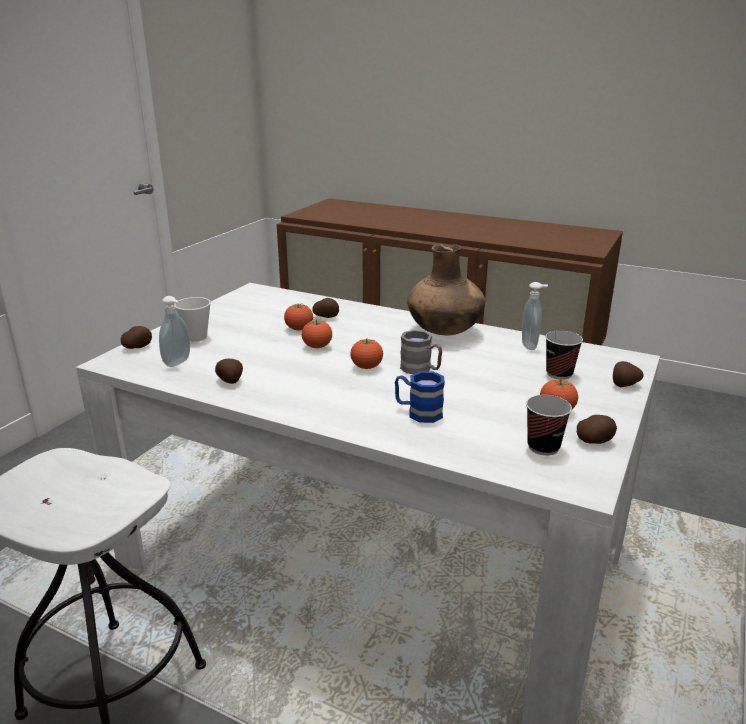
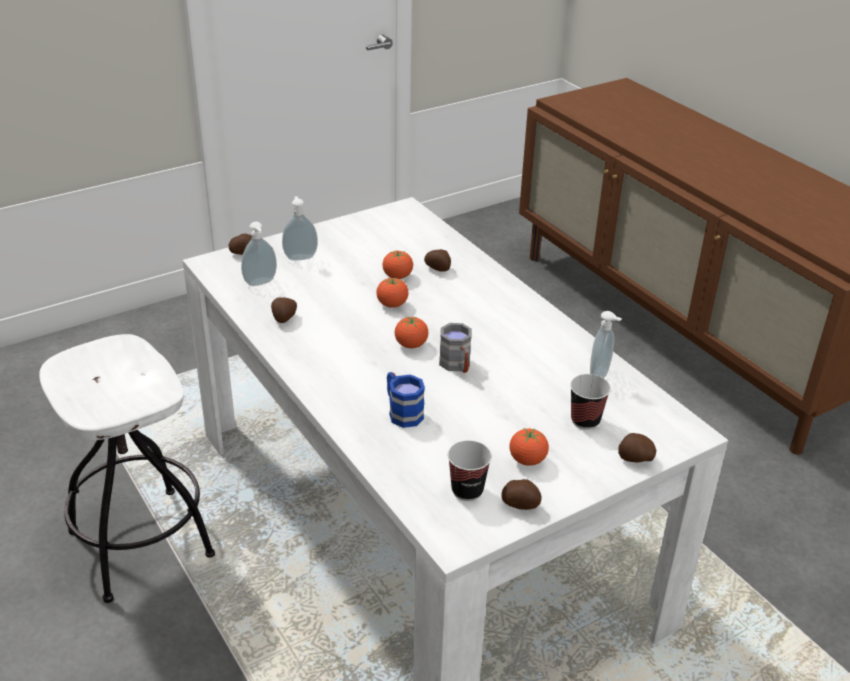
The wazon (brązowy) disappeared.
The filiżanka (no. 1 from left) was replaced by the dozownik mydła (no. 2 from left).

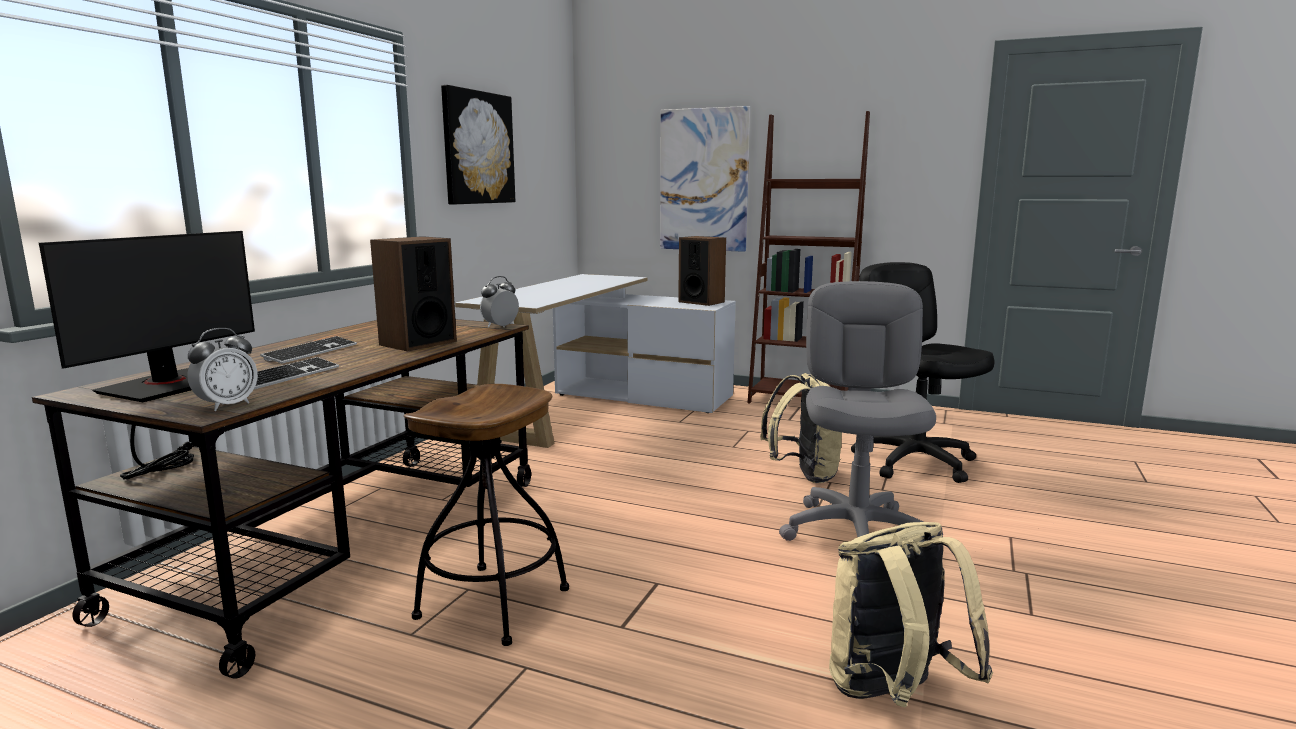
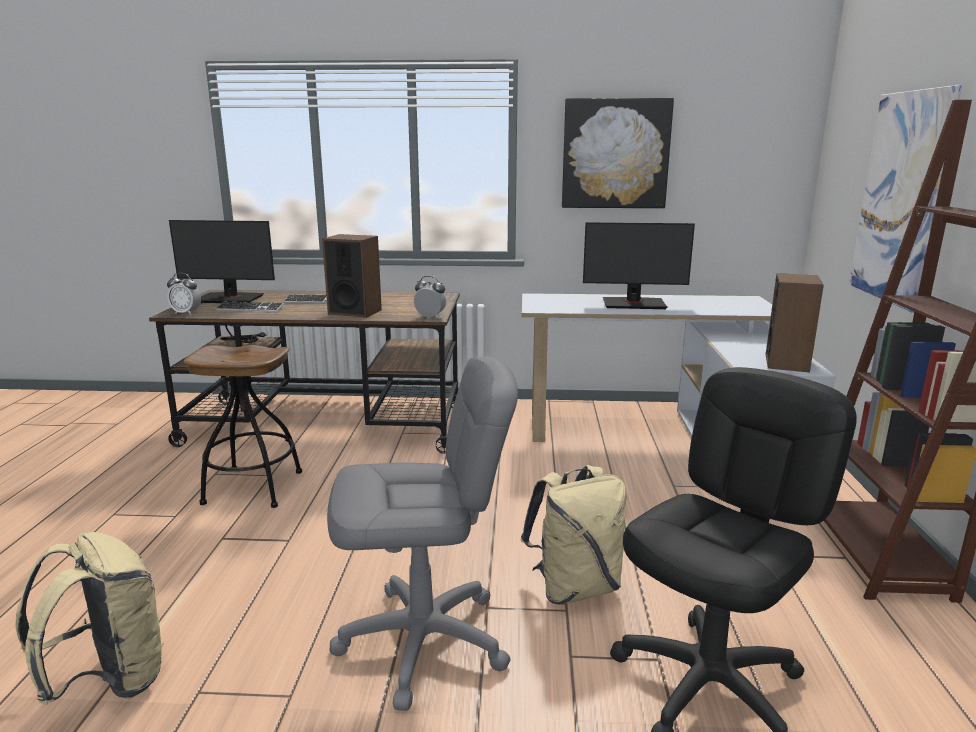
The monitor (no. 2 from left) appeared.

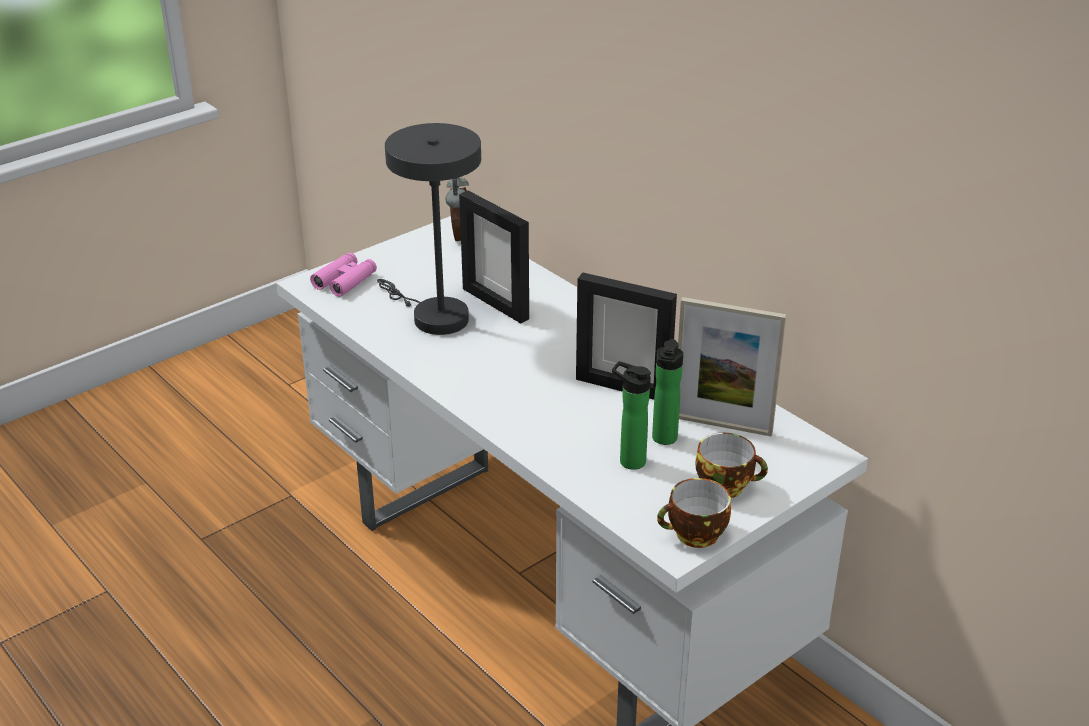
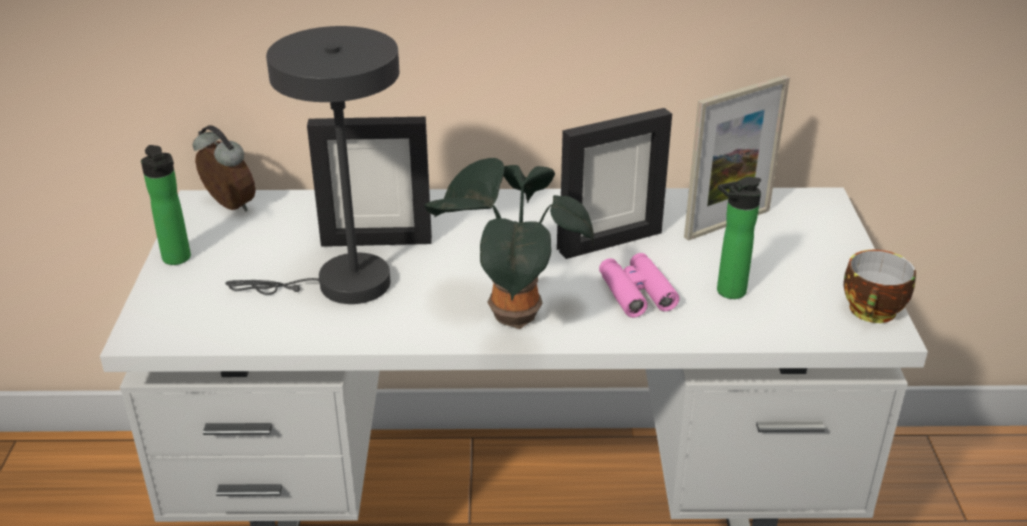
The filiżanka (no. 2 from left) disappeared.
The roślina doniczkowa appeared.
The lornetka (różowy) moved.
The butelka (no. 2 from left in the first image) moved.

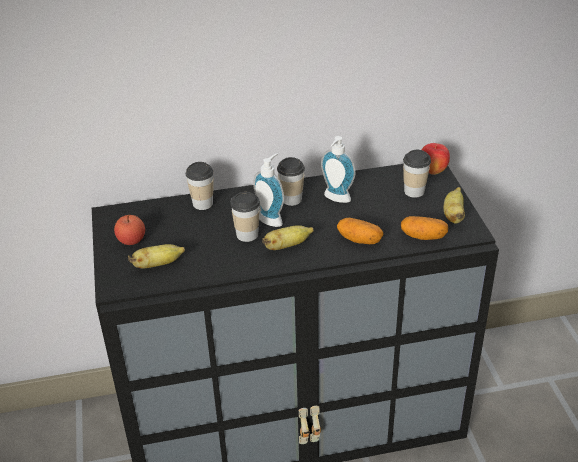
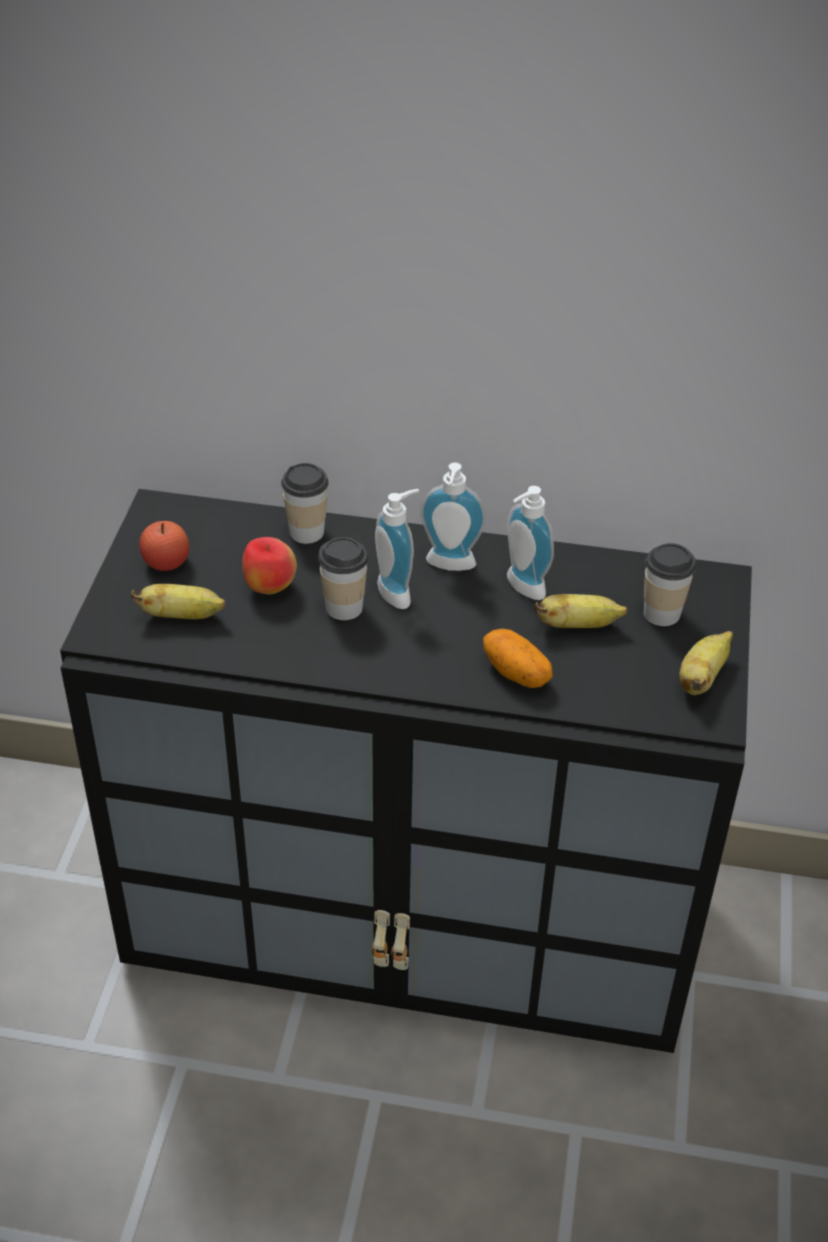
The ziemniak (no. 2 from left) disappeared.
The banan (no. 2 from left) moved.
The jabłko (no. 2 from left) moved.
The filiżanka (no. 3 from left) was replaced by the dozownik mydła (no. 2 from left).

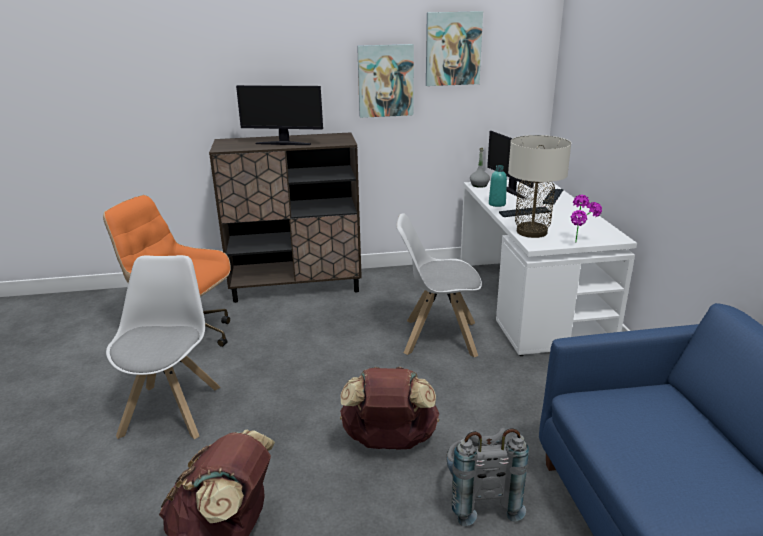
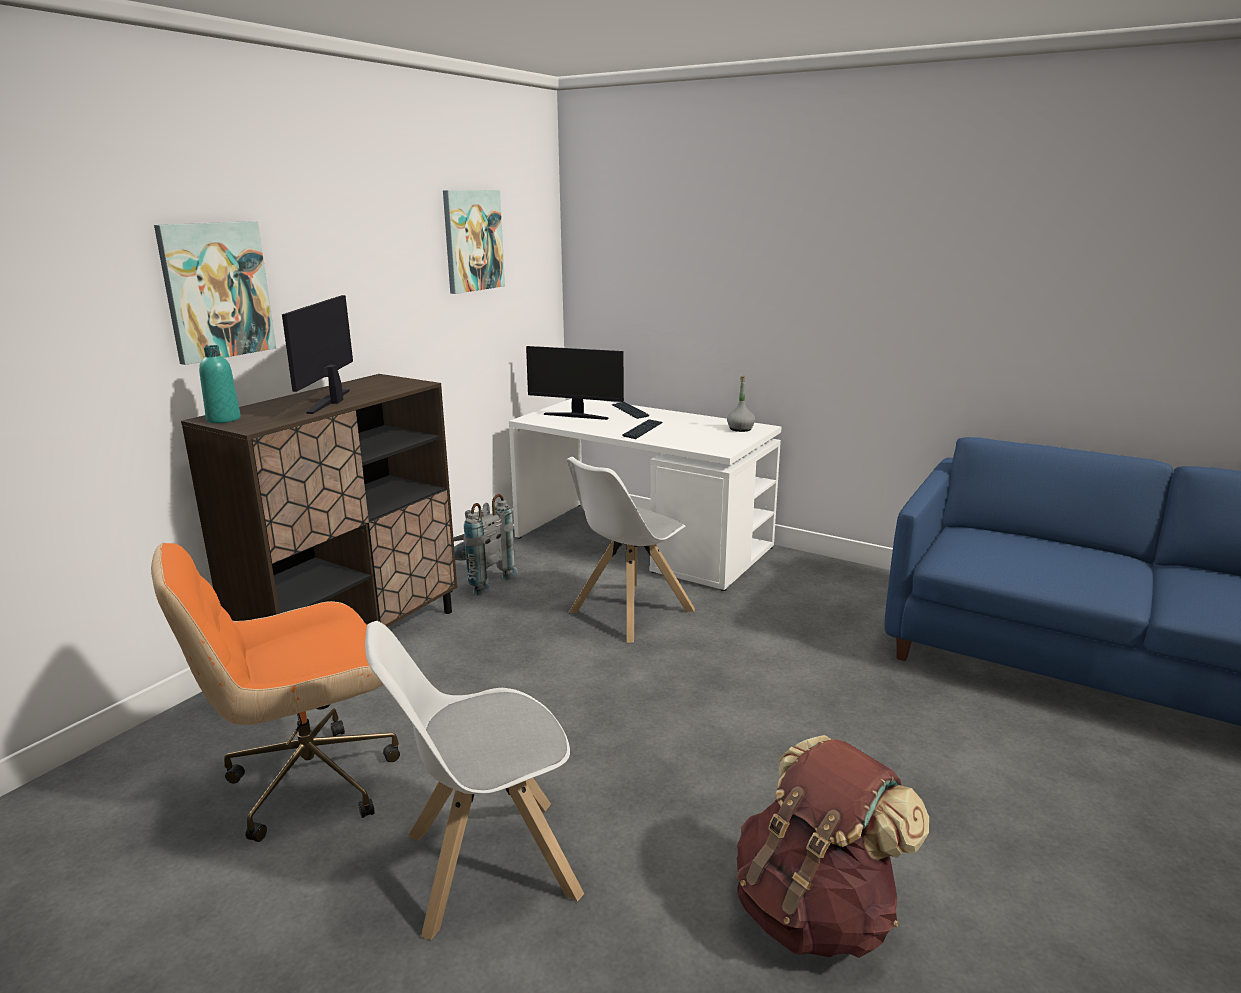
The plecak (brązowy) (no. 2 from left) disappeared.
The lampa stołowa disappeared.
The roślina doniczkowa disappeared.
The obraz (no. 1 from left) moved.
The plecak (szary) moved.
The butelka (szary) moved.
The butelka (turkusowy) moved.
The krzesło (no. 1 from left) turned 60 degrees counterclockwise.
The monitor (no. 1 from left) turned 135 degrees clockwise.

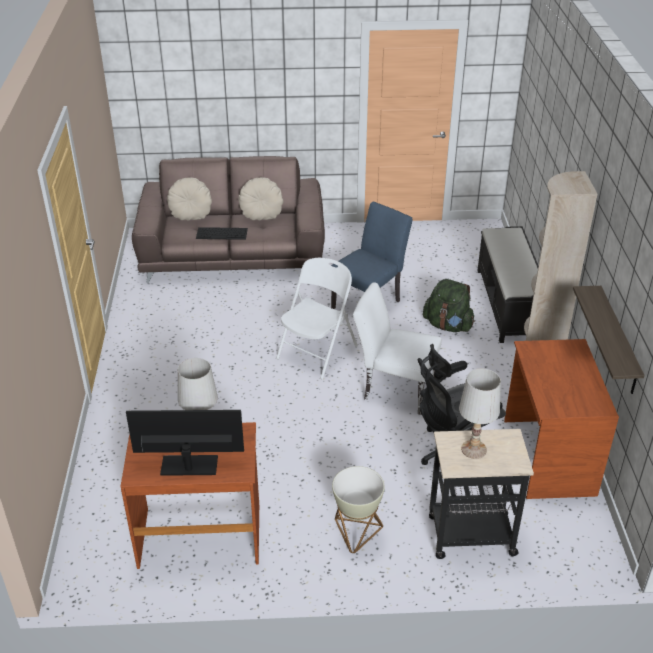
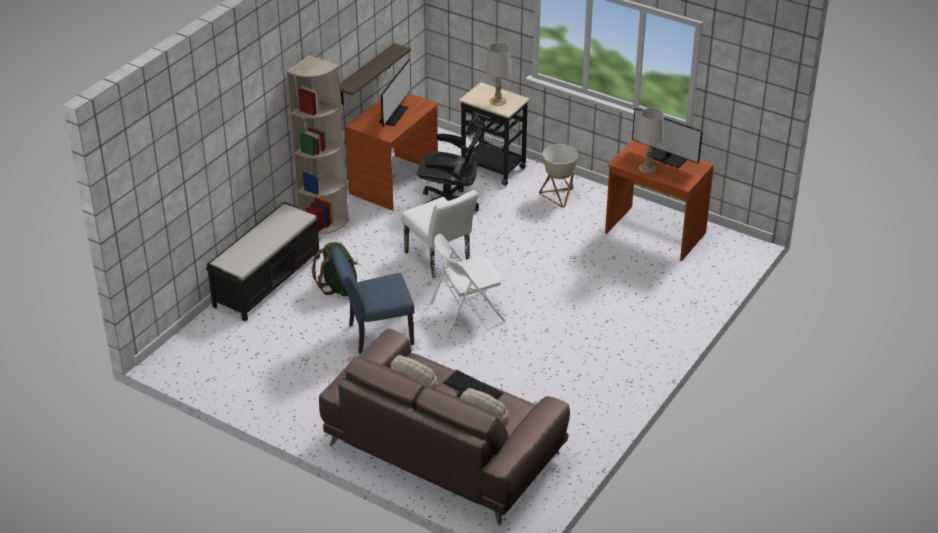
The monitor (no. 1 from left) appeared.

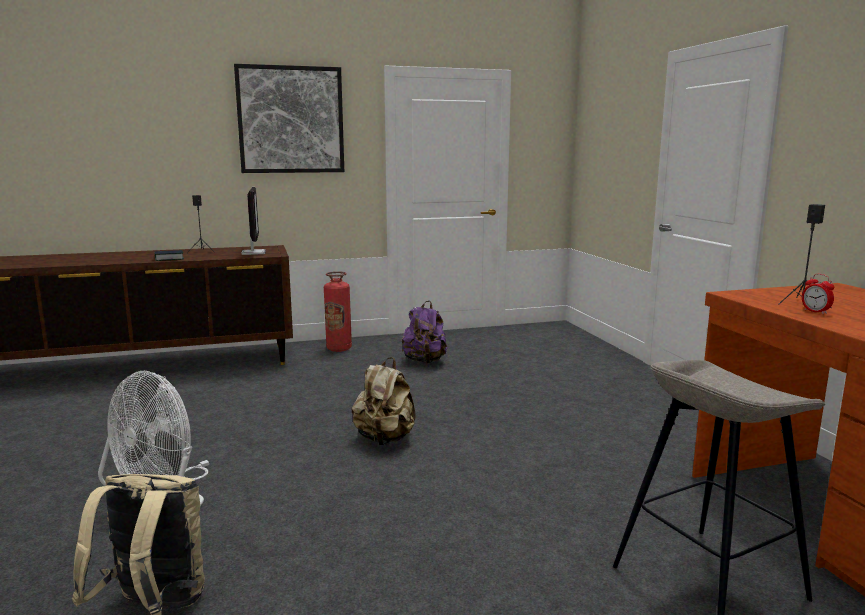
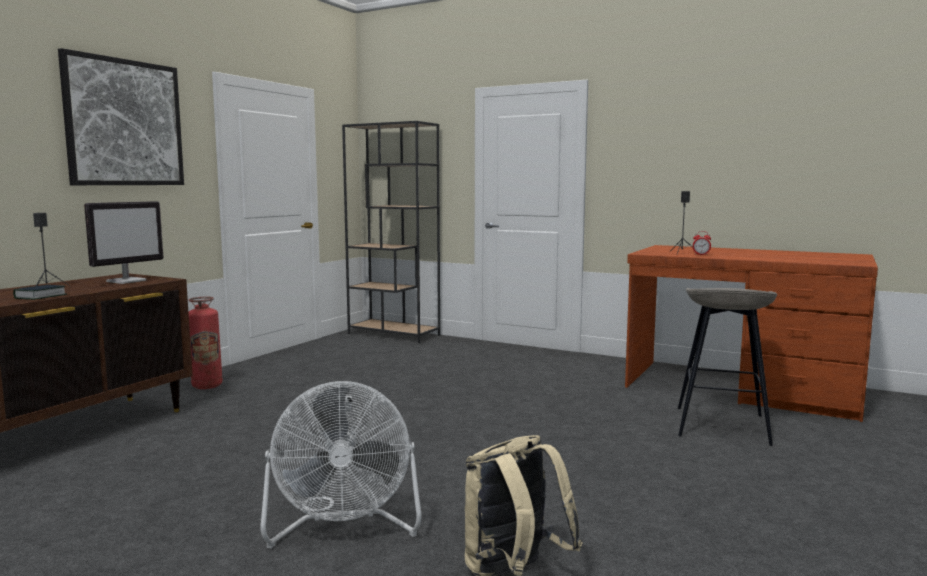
The plecak (beżowy) (no. 2 from left) disappeared.
The plecak (fioletowy) disappeared.
The regał appeared.
The monitor turned 90 degrees clockwise.

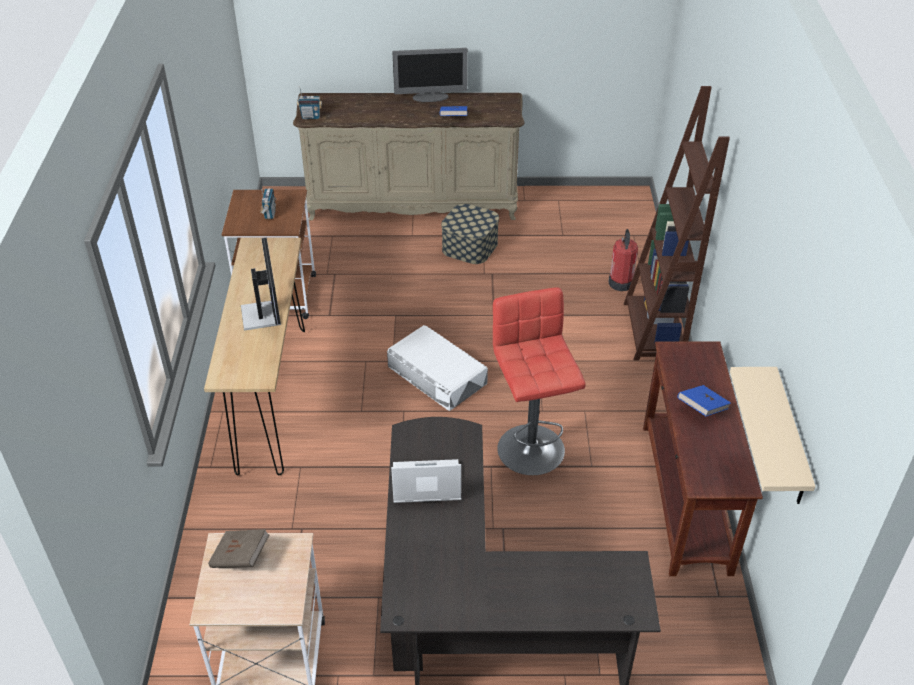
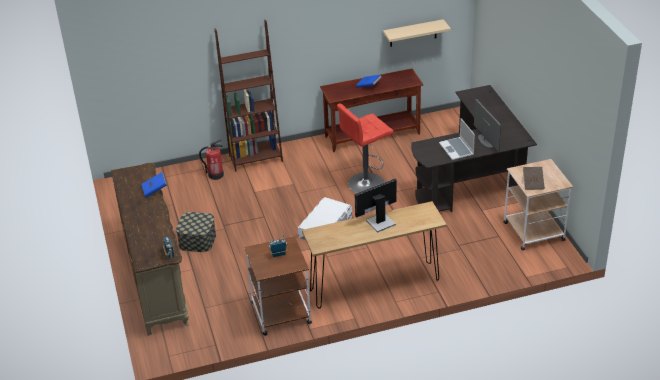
The monitor (no. 2 from left) moved.

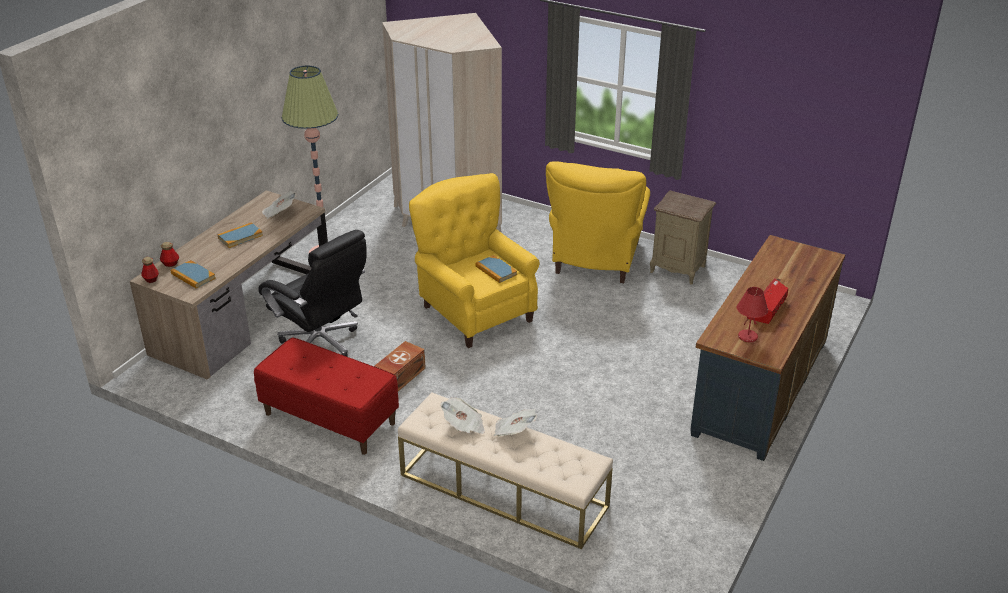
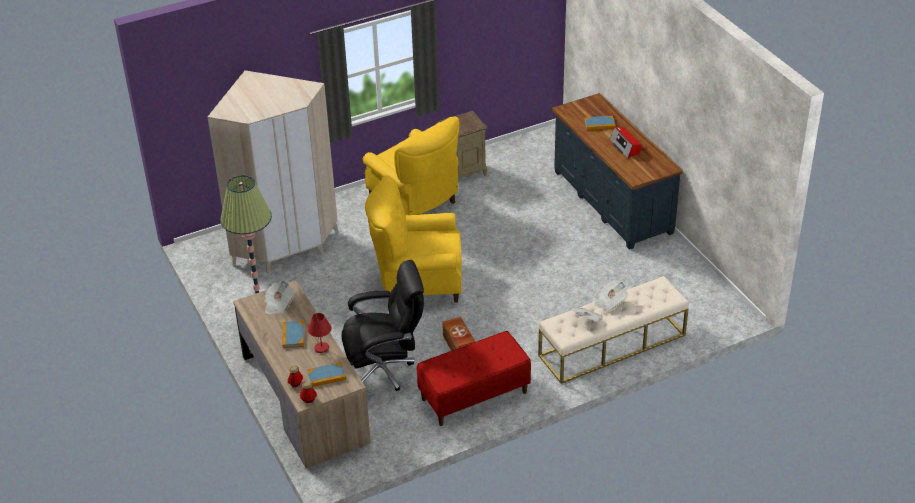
The książka (no. 3 from left) moved.
The lampa stołowa (czerwony) moved.

